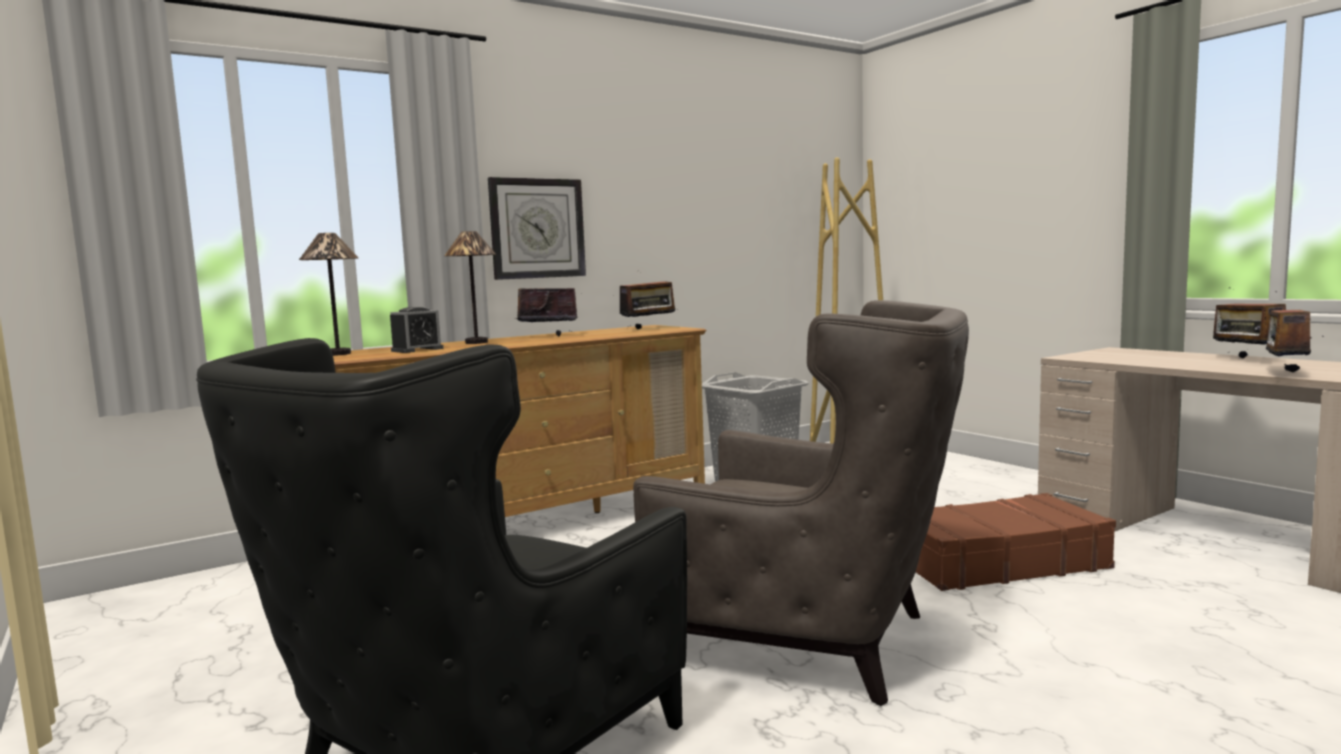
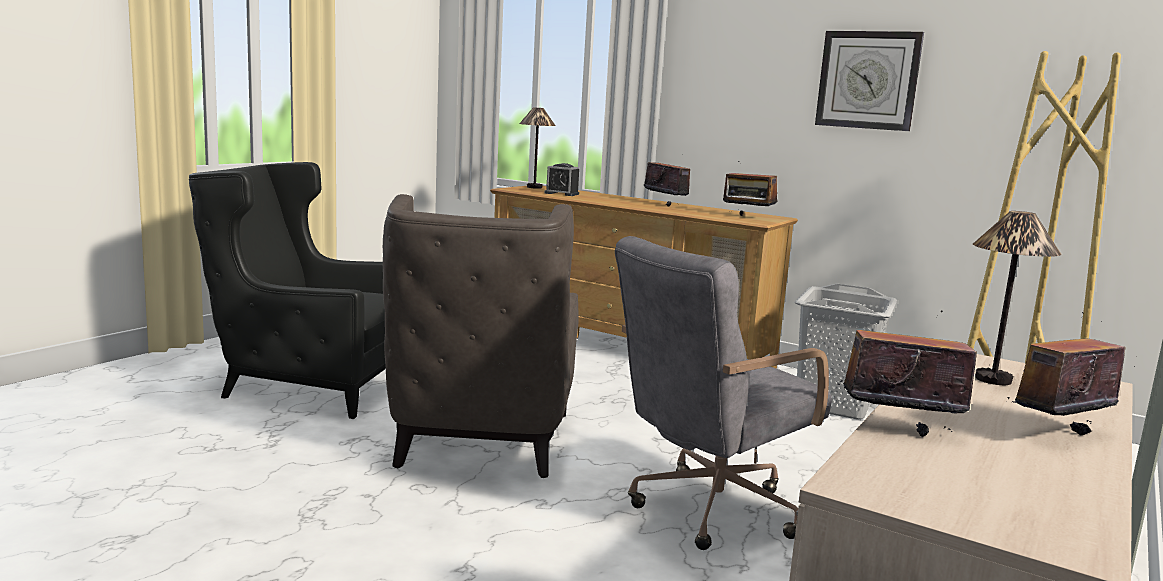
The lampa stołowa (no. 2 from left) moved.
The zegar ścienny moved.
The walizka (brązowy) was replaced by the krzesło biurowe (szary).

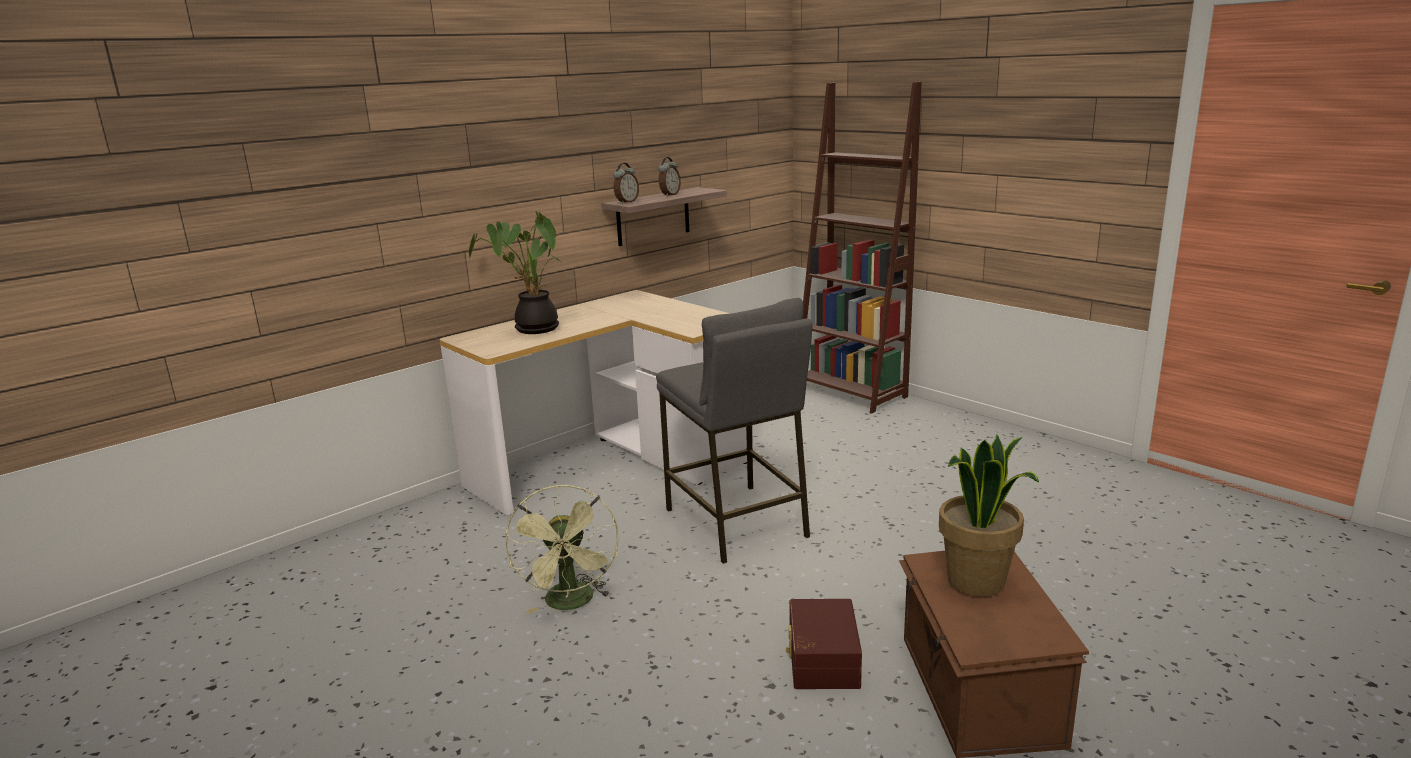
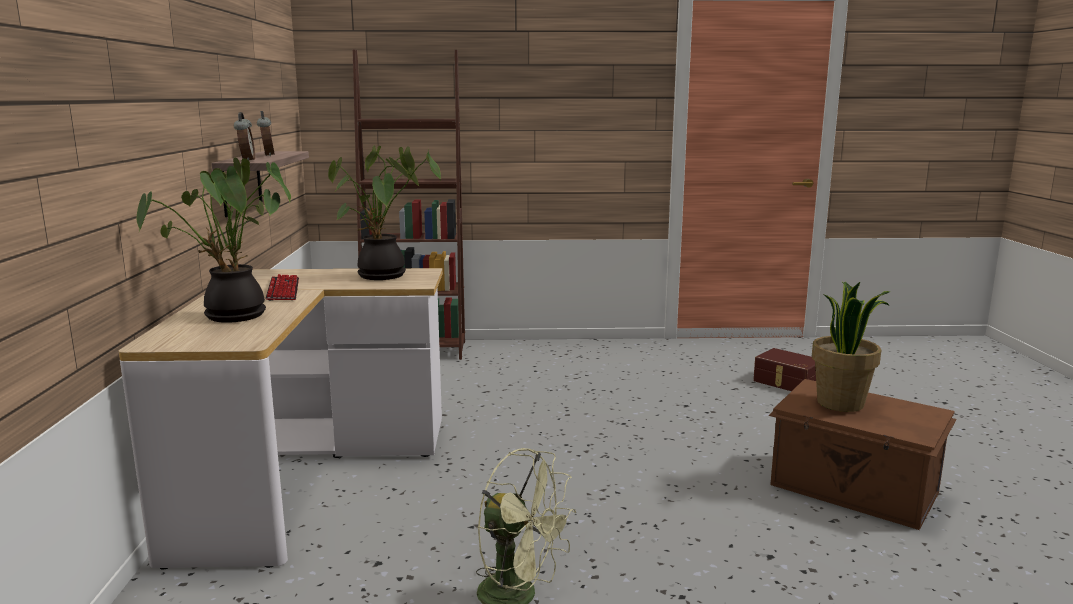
The stołek (szary) disappeared.
The klawiatura appeared.
The roślina doniczkowa (no. 2 from left) appeared.
The pojemnik do przechowywania (brązowy) (no. 1 from left) moved.

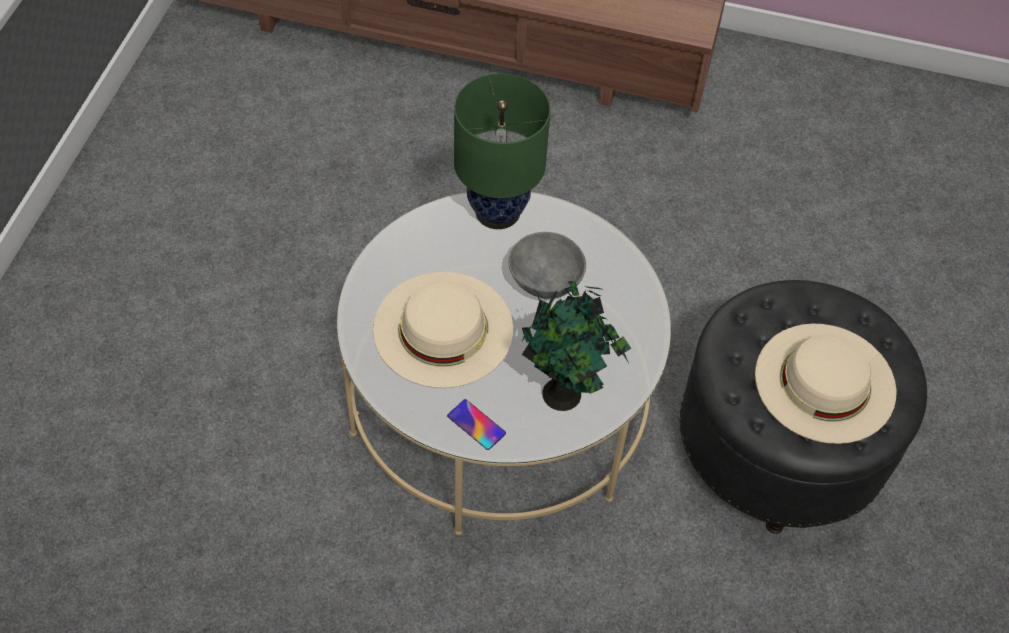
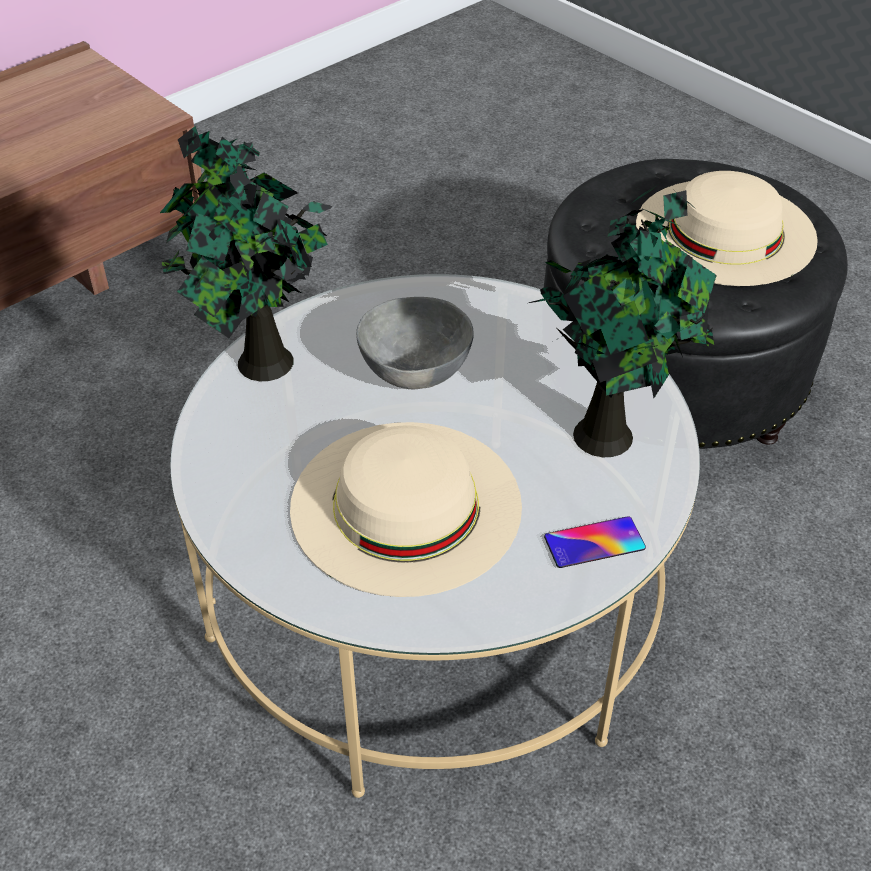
The lampa stołowa (zielony) was replaced by the roślina doniczkowa (no. 1 from left).

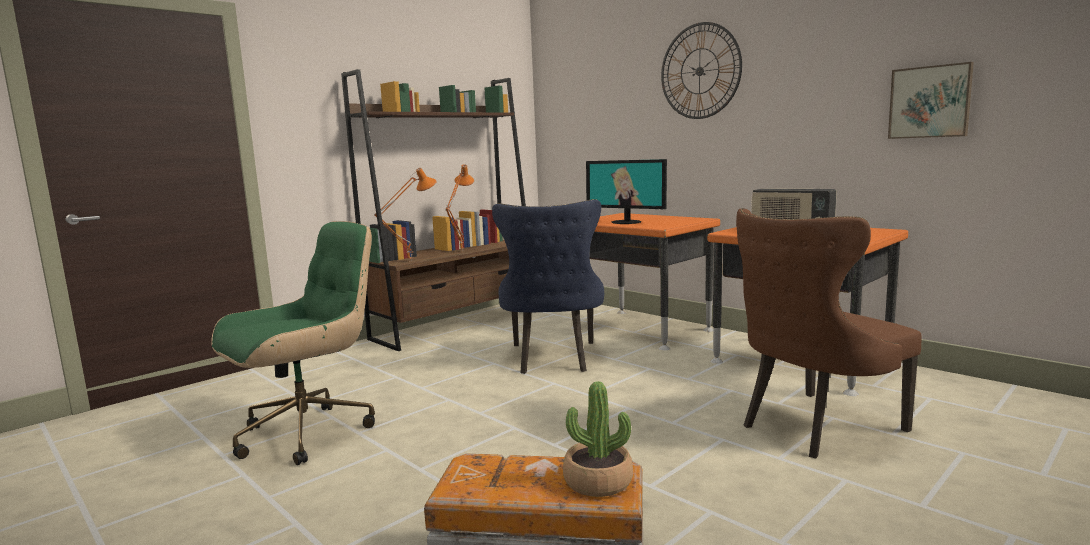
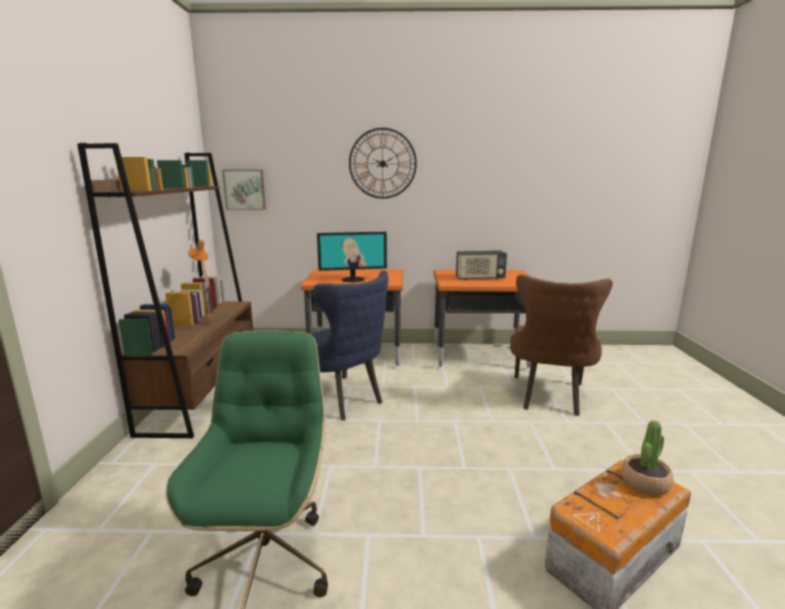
The lampa stołowa (pomarańczowy) (no. 1 from left) disappeared.
The obraz moved.

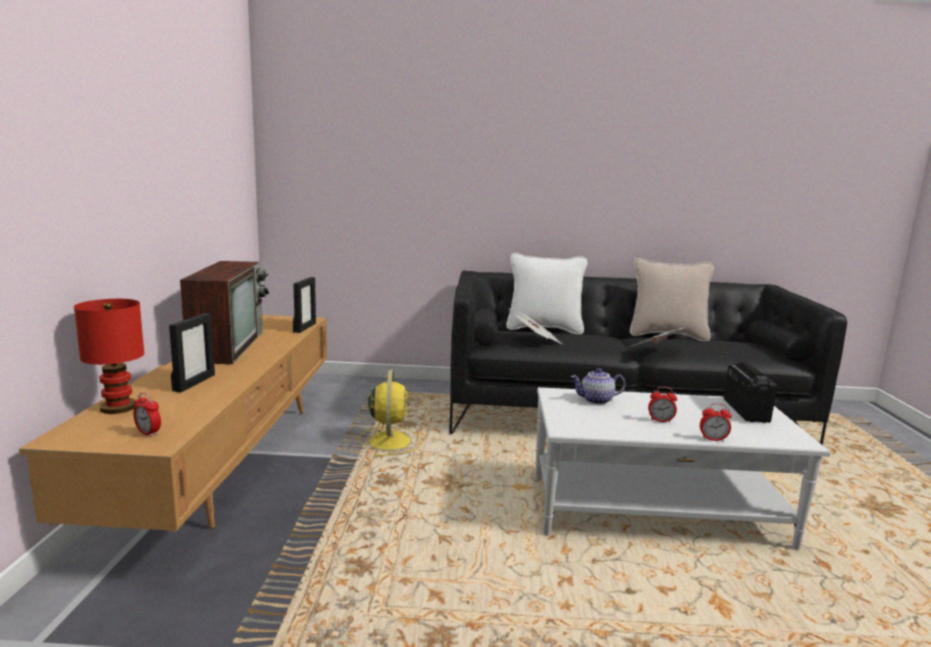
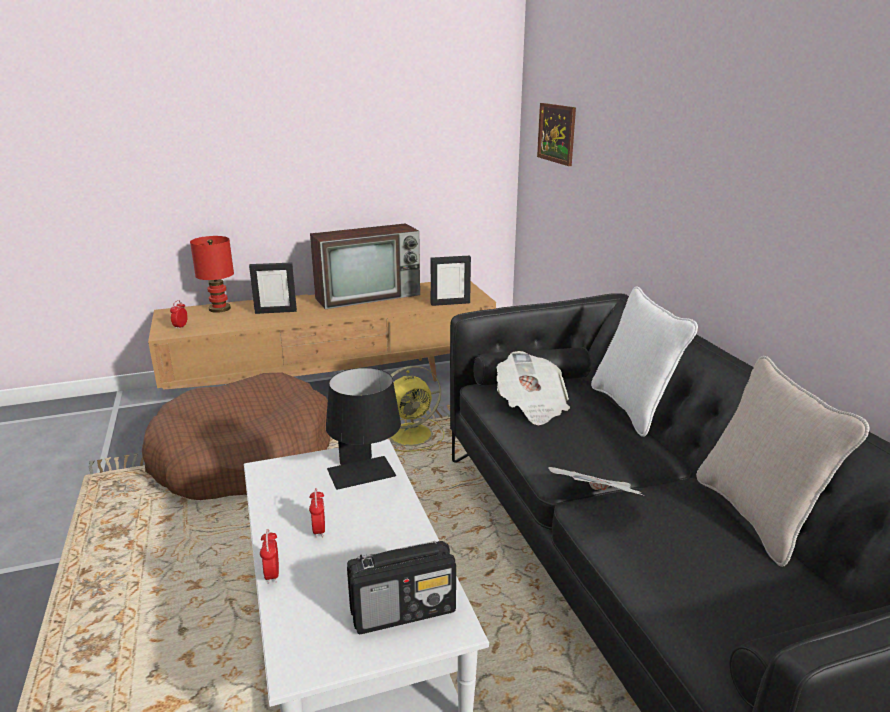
The legowisko (brązowy) appeared.
The obraz appeared.
The imbryk was replaced by the lampa stołowa (czarny).

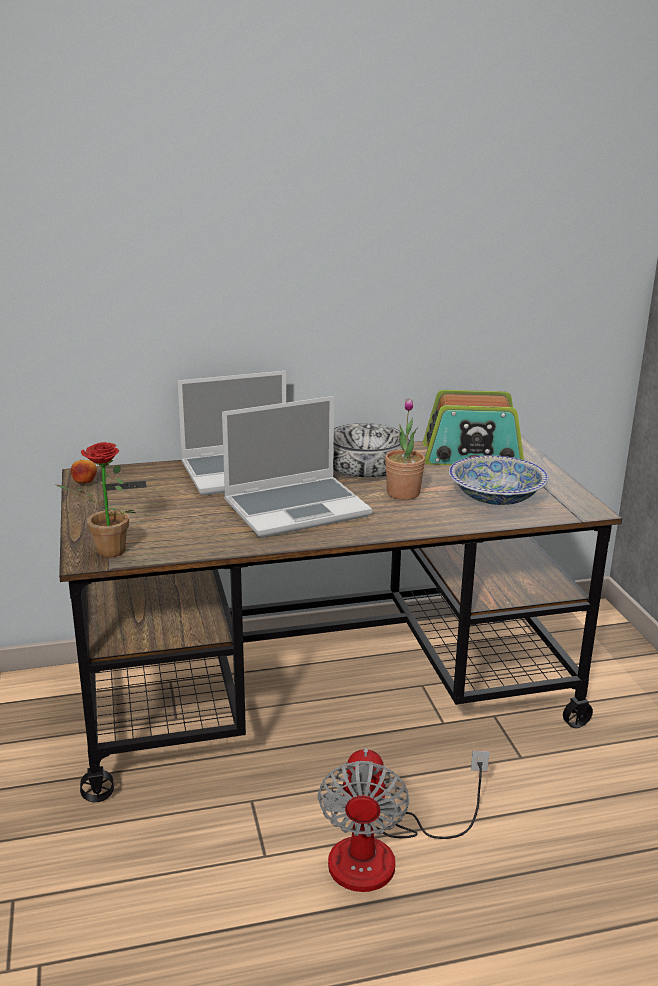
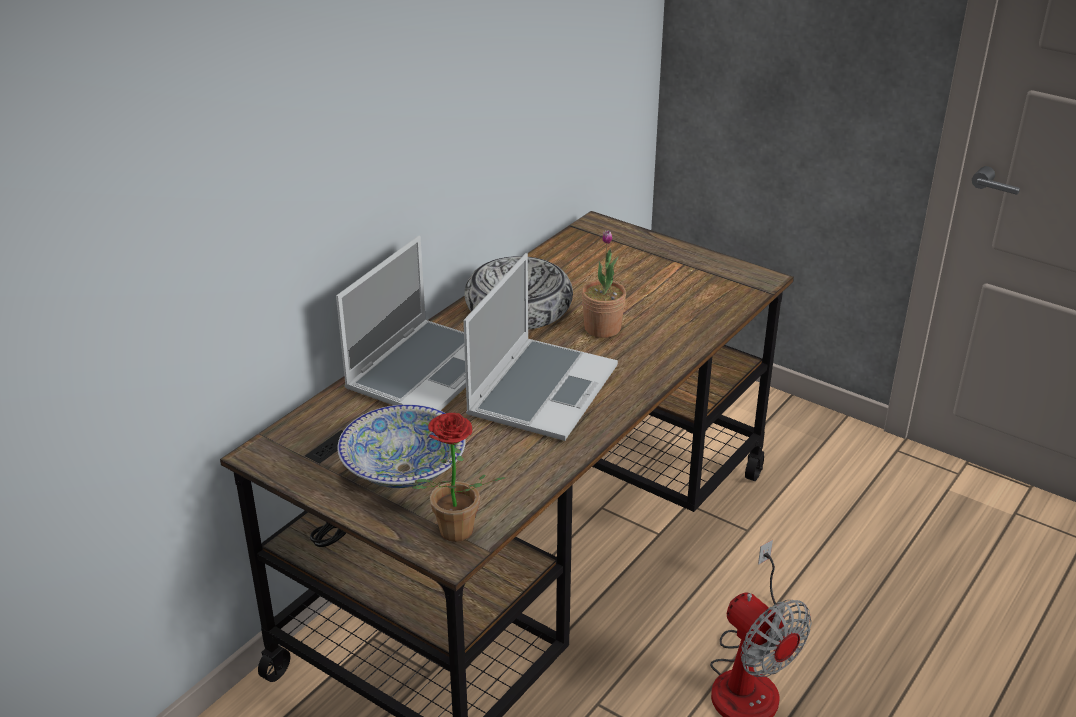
The jabłko disappeared.
The radio disappeared.
The miska (no. 2 from left in the first image) moved.

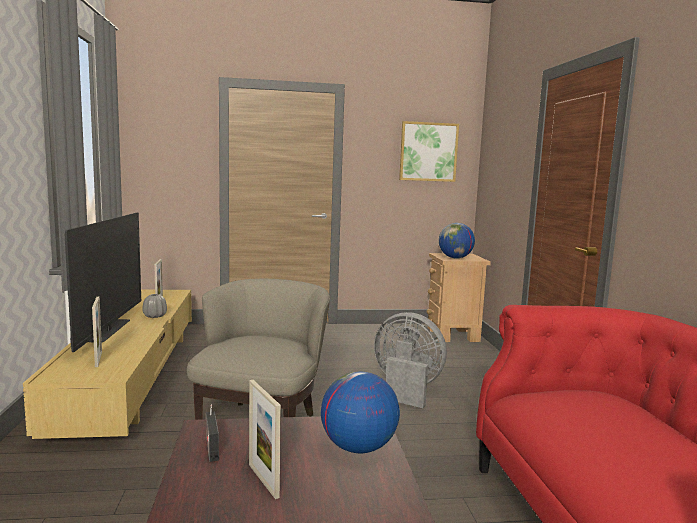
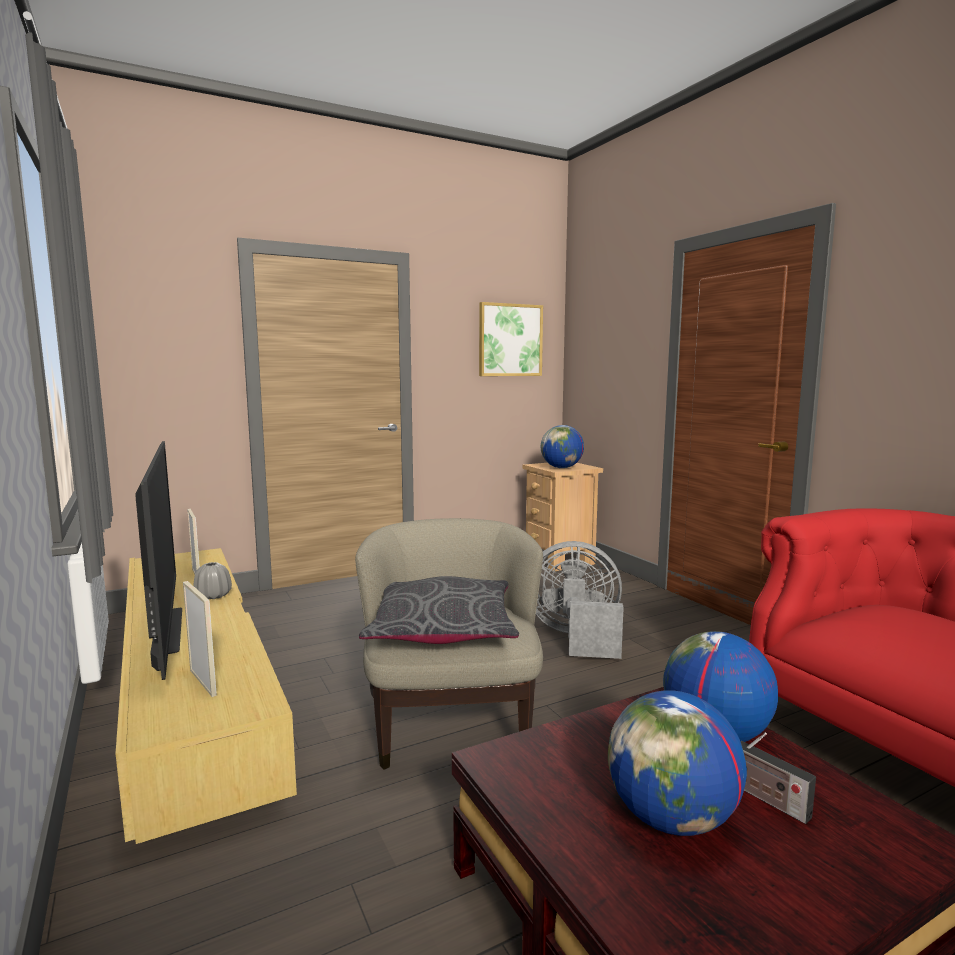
The poduszka (szary) appeared.
The radio moved.
The ramka na zdjęcie (no. 3 from left) was replaced by the globus (no. 2 from left).

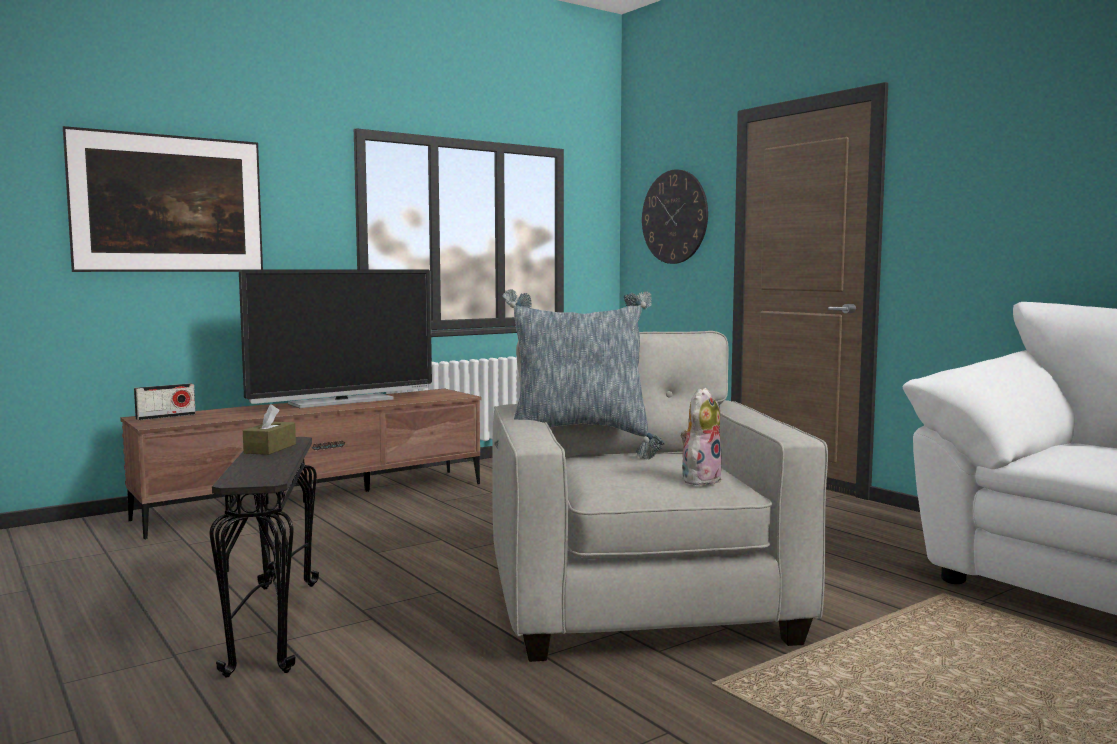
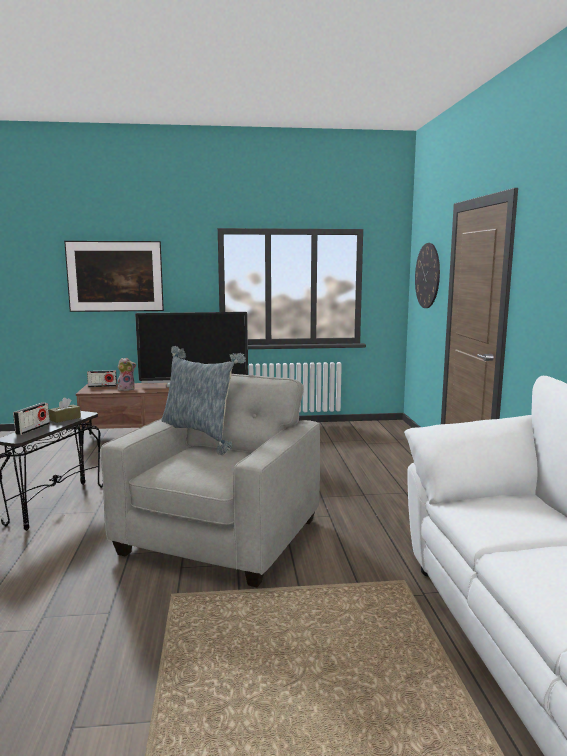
The radio (no. 1 from left) appeared.
The pluszak moved.

